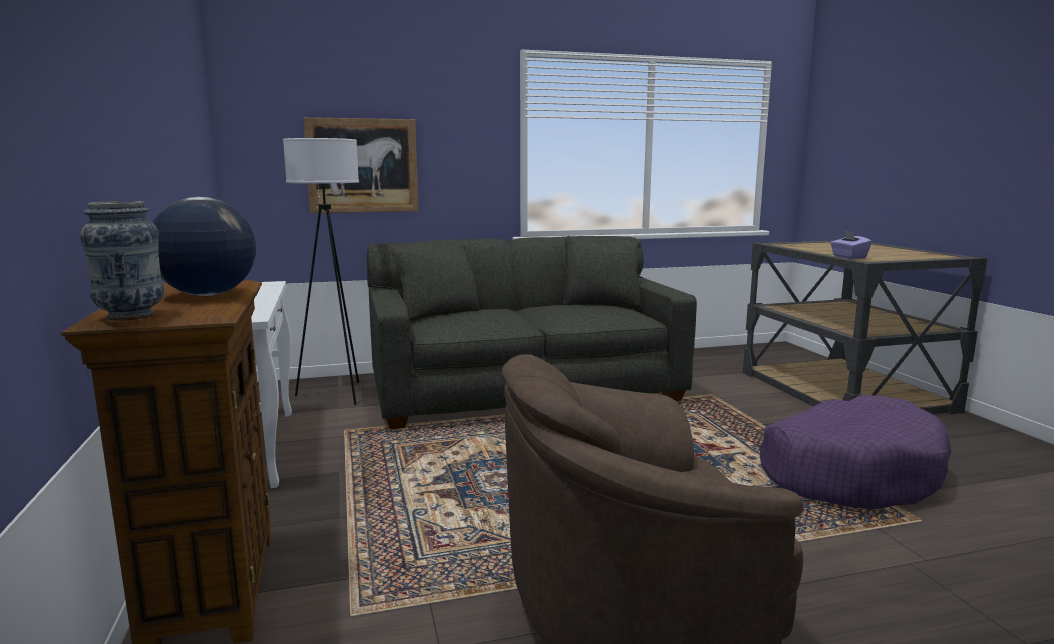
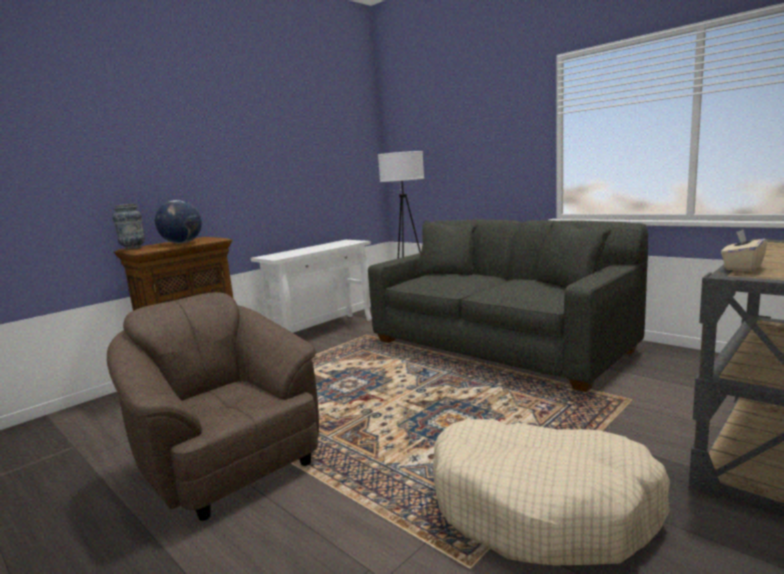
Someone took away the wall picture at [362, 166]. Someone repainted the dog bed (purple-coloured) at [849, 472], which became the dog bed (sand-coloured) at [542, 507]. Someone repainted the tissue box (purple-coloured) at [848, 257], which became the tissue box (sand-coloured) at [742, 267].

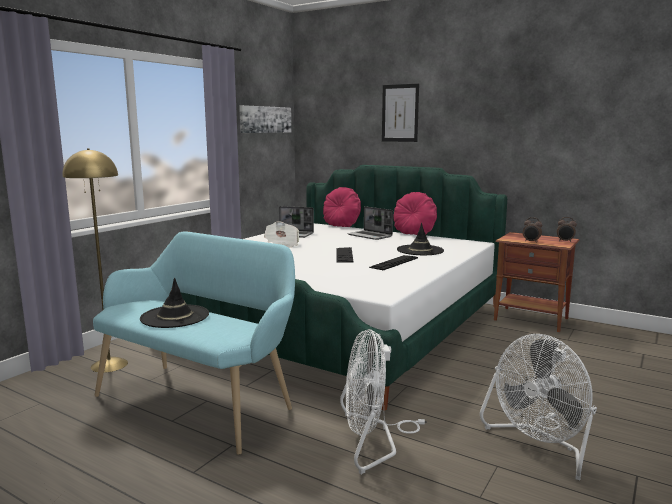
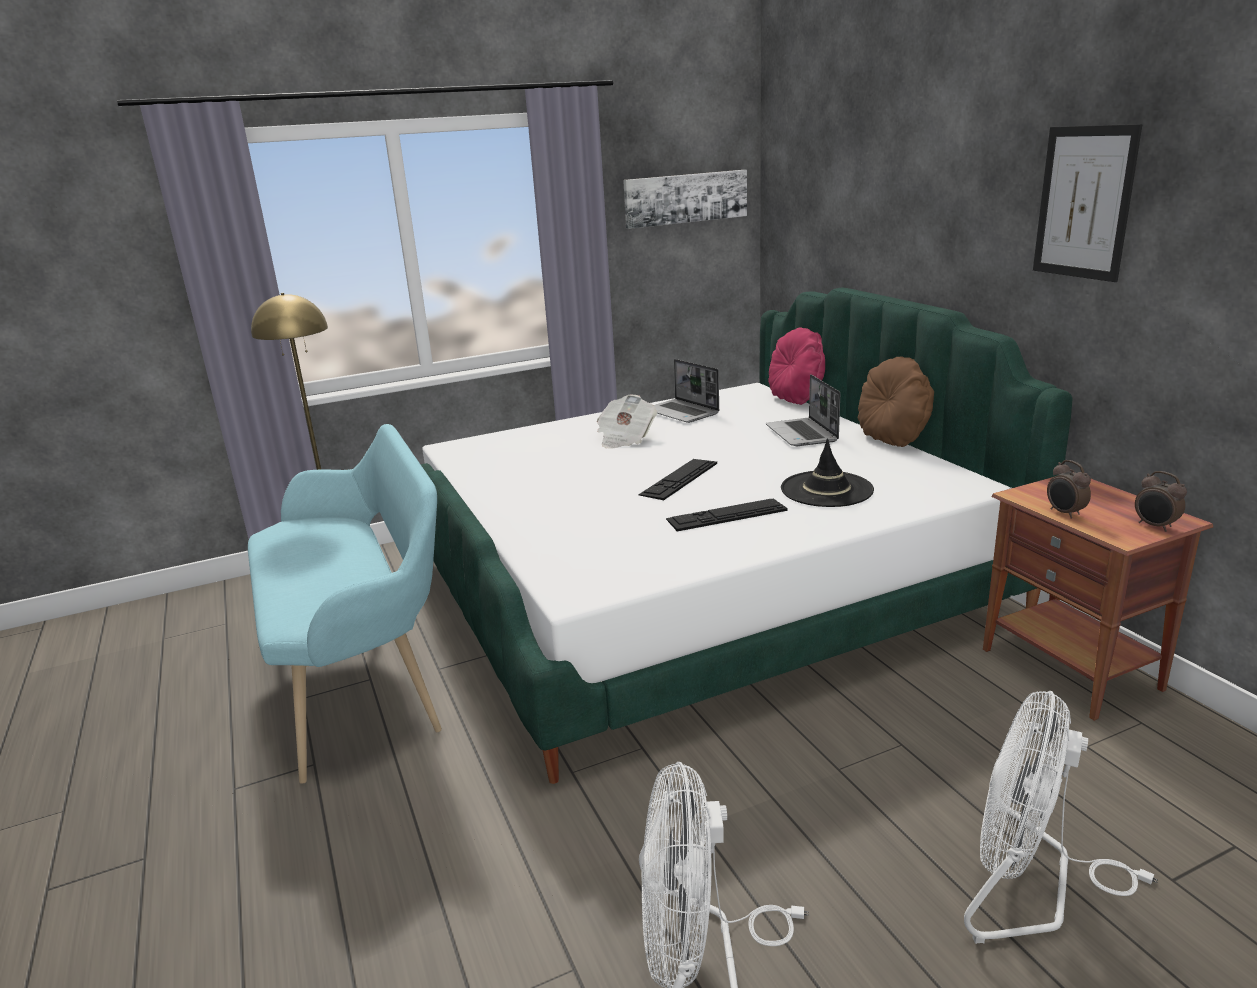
Someone took away the hat (black) at [175, 316]. Someone carried the electric fan (white) from [374, 438] to [1032, 876]. Someone carried the wall picture from [400, 113] to [1084, 203]. Someone repainted the throw pillow (pink) at [414, 234], which became the throw pillow (brown) at [892, 440].

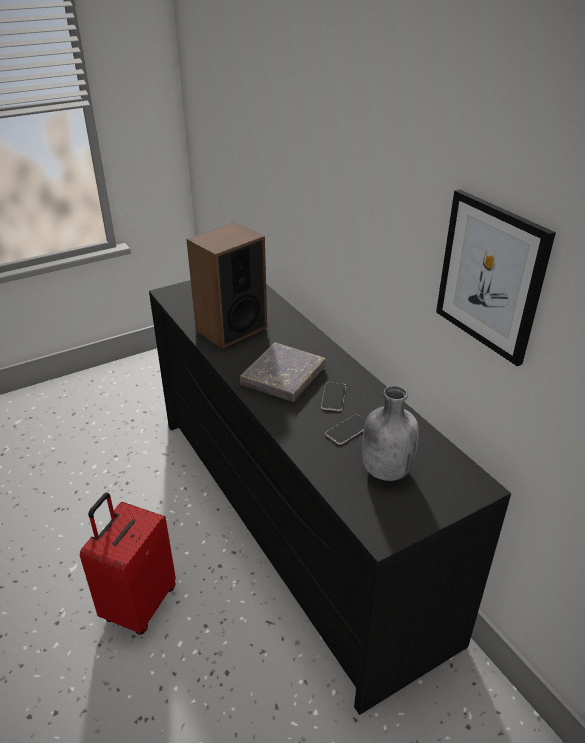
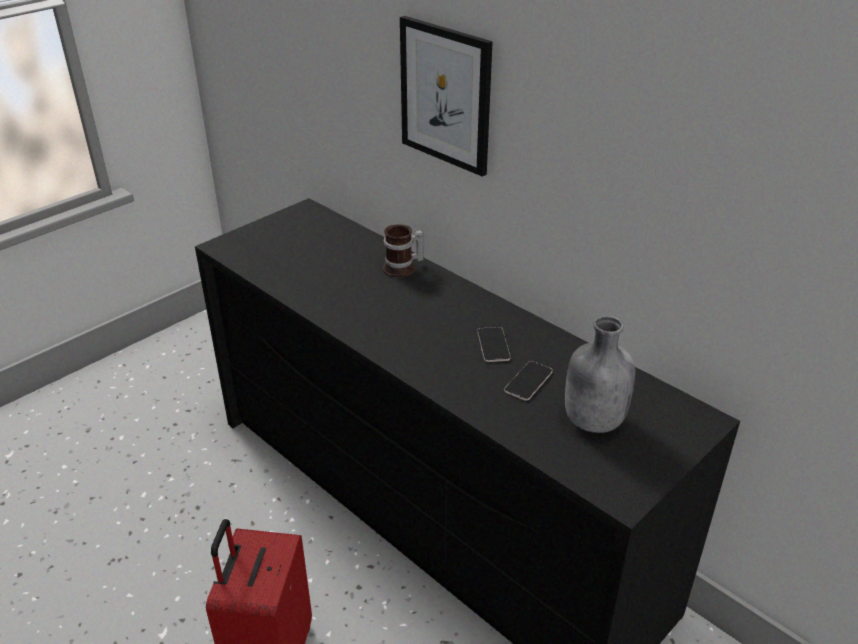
Someone took away the audio speaker at [231, 329]. Someone took away the bound book (grey) at [283, 376]. Someone put down the tea mug at [403, 269]. Someone carried the wall picture from [491, 276] to [445, 95].

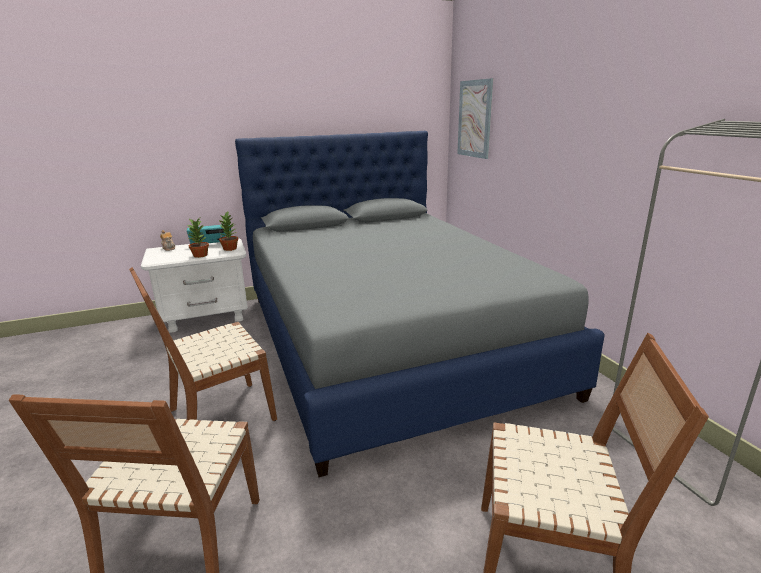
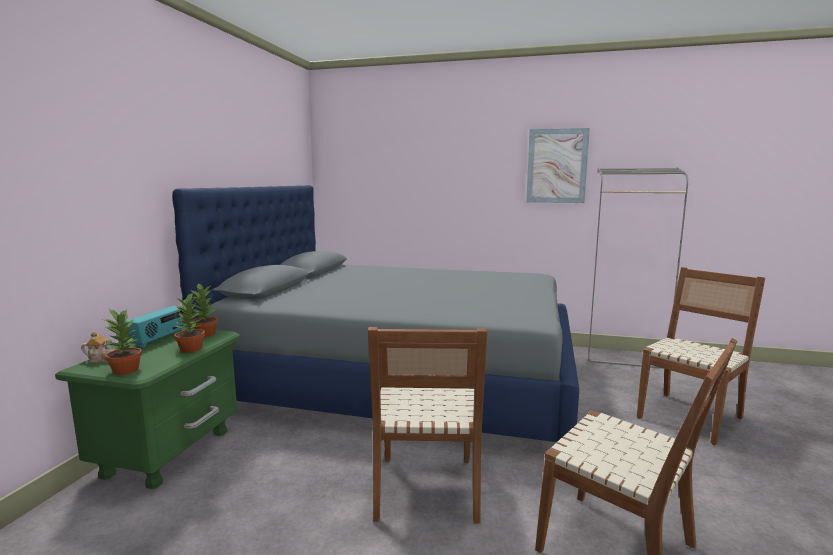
Someone put down the plant in a pot at [126, 370]. Someone carried the wall picture from [474, 119] to [557, 166]. Someone repainted the nightstand (white) at [206, 319], which became the nightstand (greenish) at [172, 452].

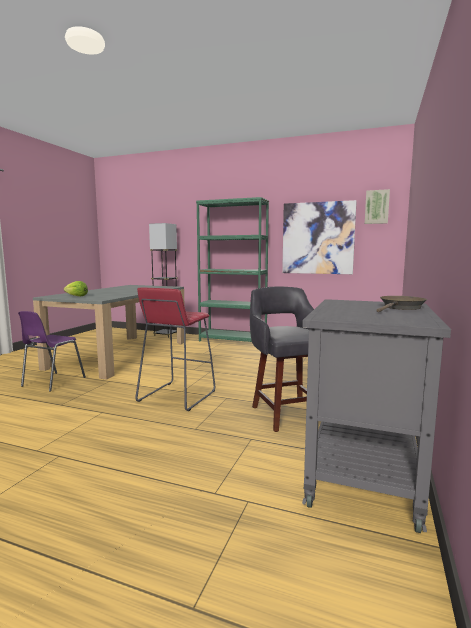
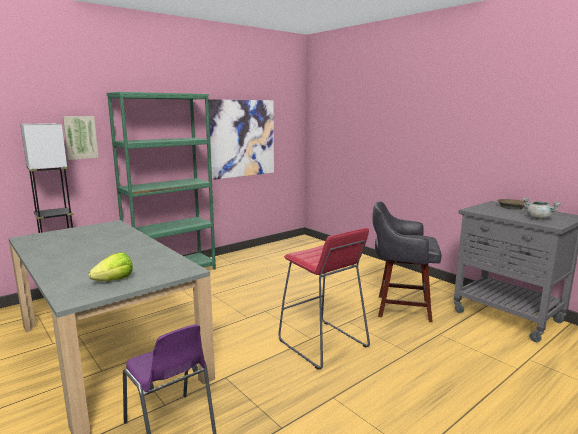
Someone put down the saucepot (grey) at [538, 218]. Someone carried the wall picture from [377, 207] to [80, 137].

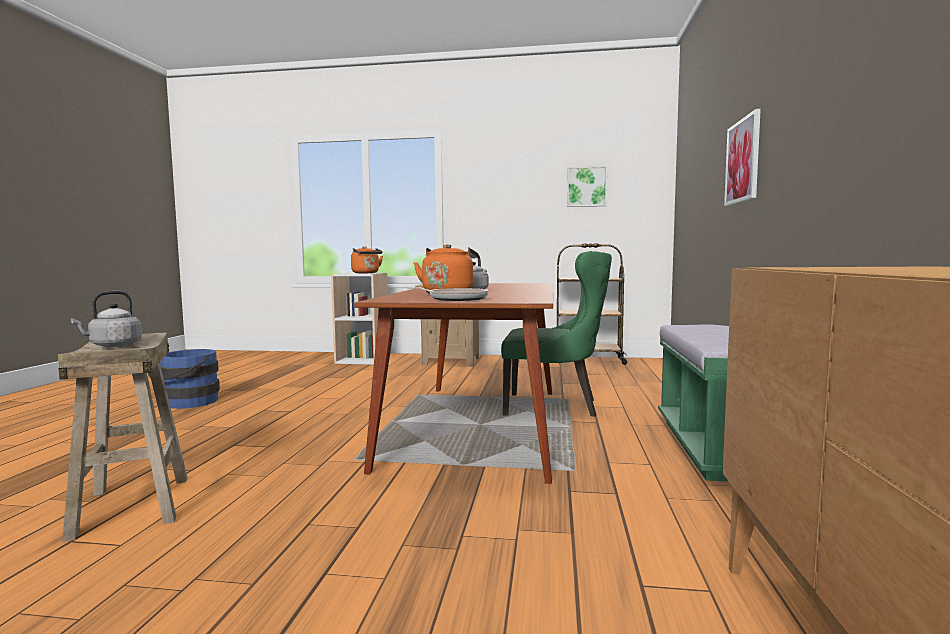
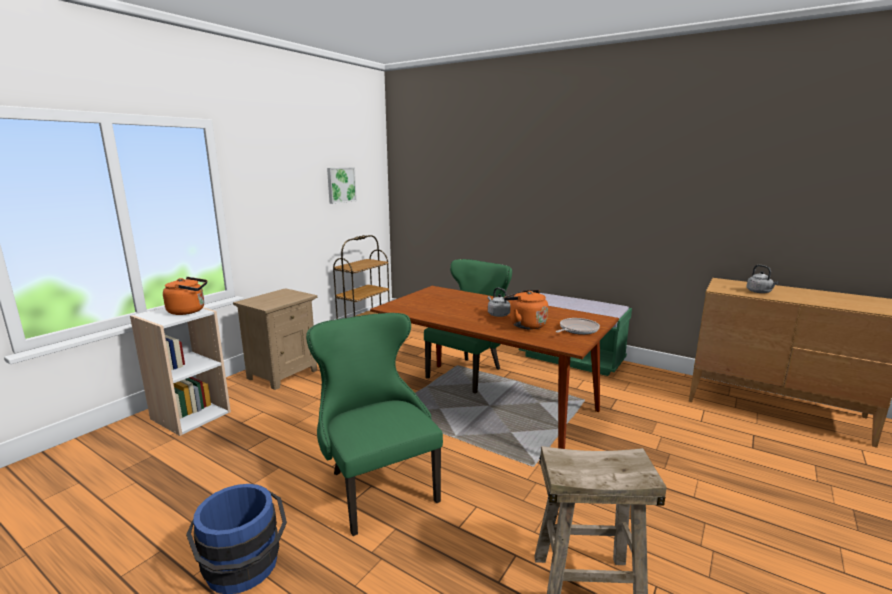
Someone took away the wall picture at [743, 161]. Someone put down the chair (greenish) at [377, 486]. Someone carried the kettle (grey) from [113, 345] to [760, 292].

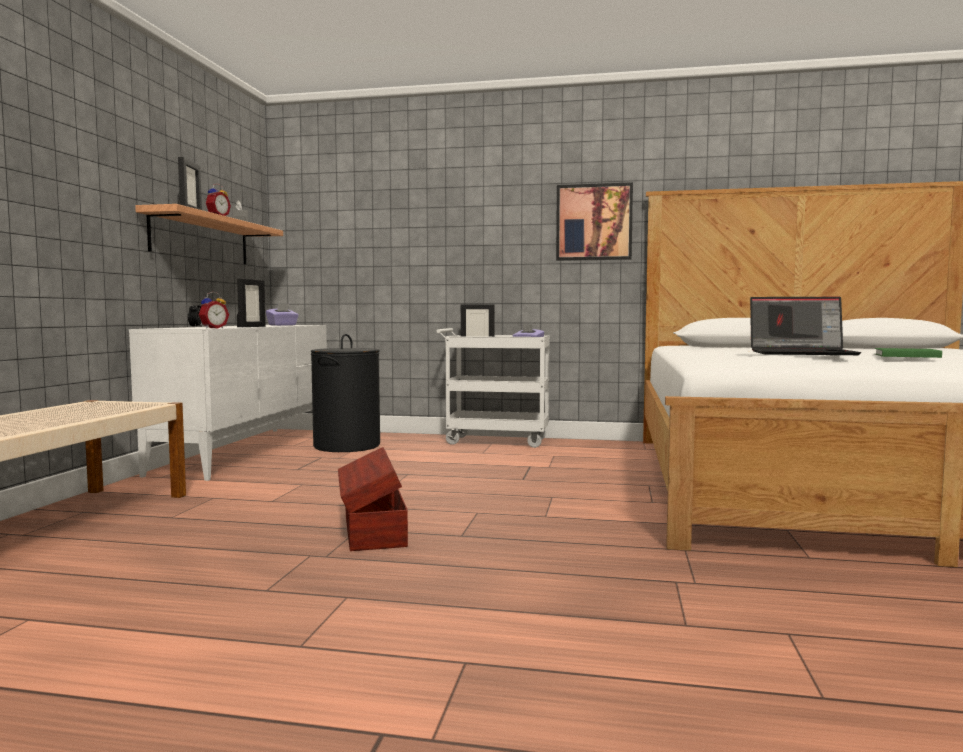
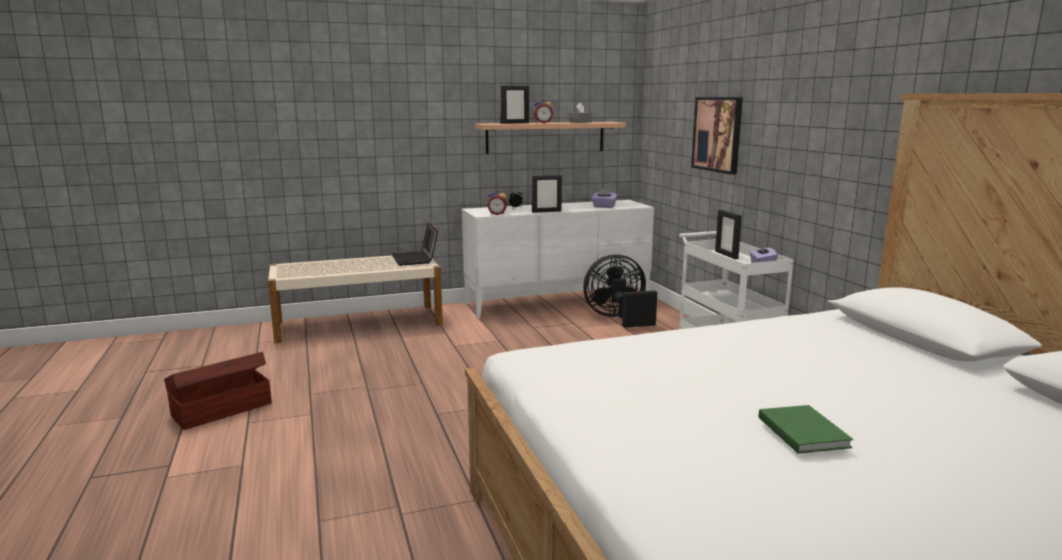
Someone carried the storage container (brown) from [372, 531] to [221, 409]. Someone carried the wall picture from [594, 222] to [717, 134]. Someone carried the laptop from [802, 353] to [415, 259]. Someone swapped the washing basket (black) at [347, 446] for the electric fan (black) at [618, 318].

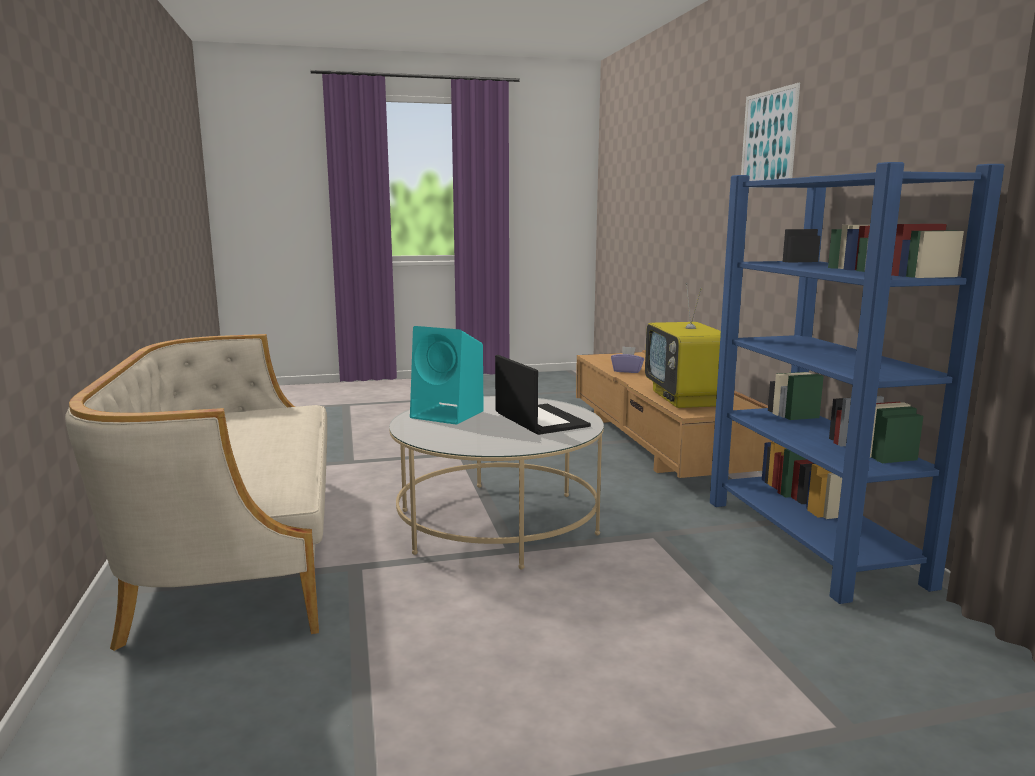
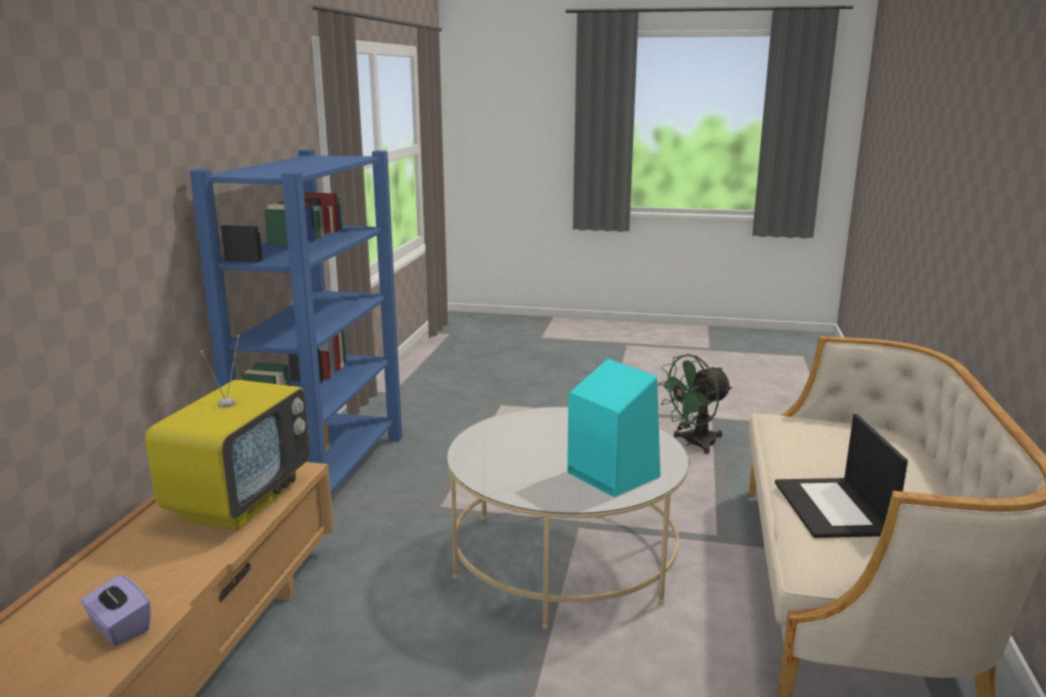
Someone took away the wall picture at [768, 139]. Someone put down the electric fan (greenish) at [693, 443]. Someone carried the laptop from [539, 420] to [833, 508].

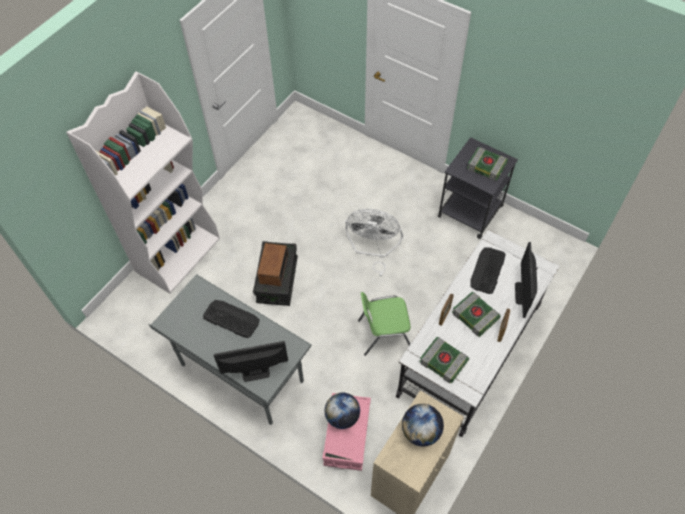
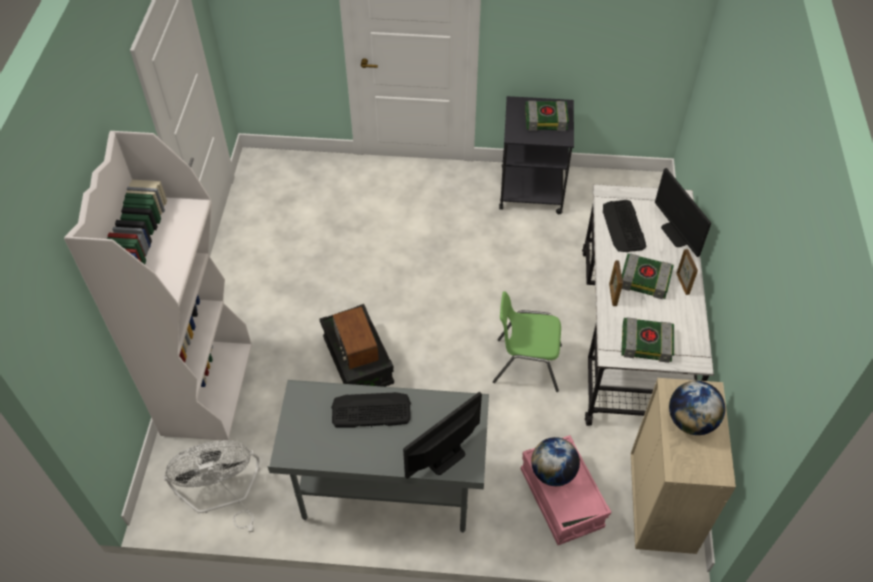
Someone carried the electric fan (white) from [373, 248] to [223, 495]. Someone rotated the chair (greenish) at [384, 334] by 45 degrees clockwise.

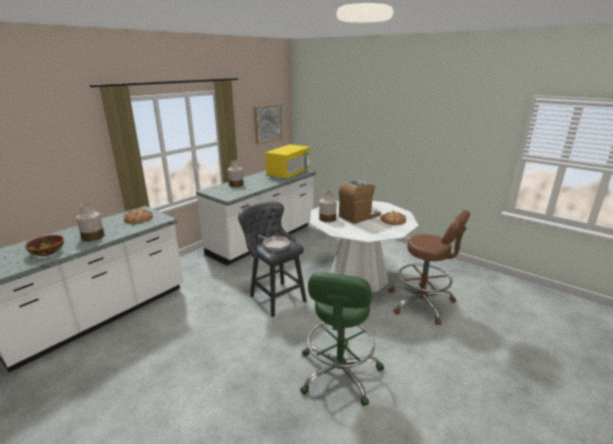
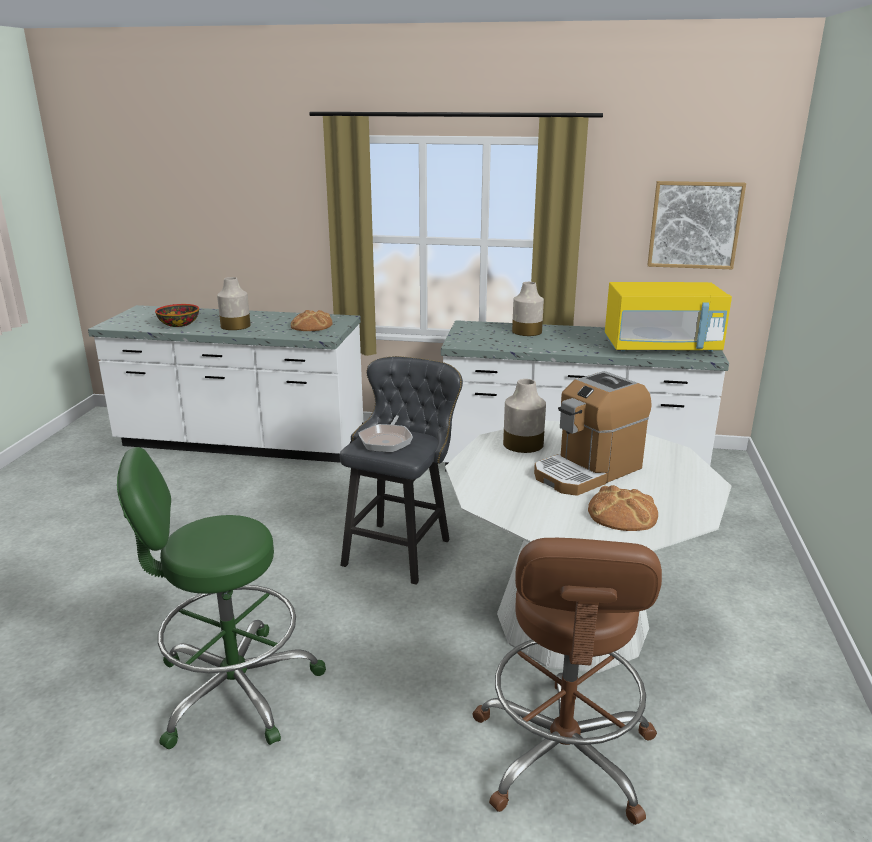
Someone rotated the coffee maker at [359, 216] by 120 degrees clockwise.

